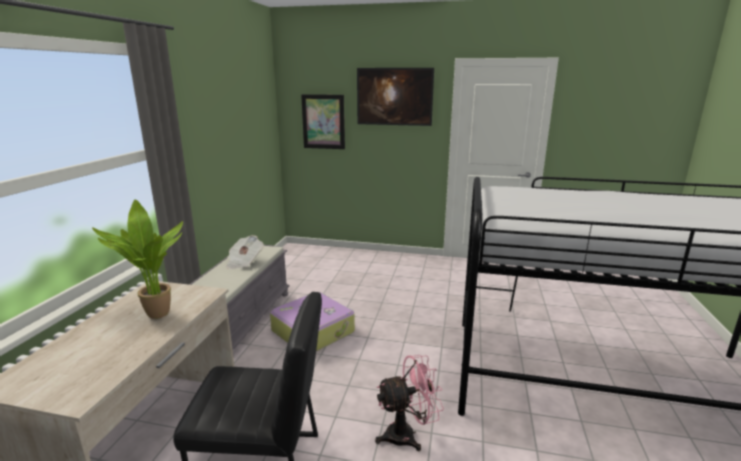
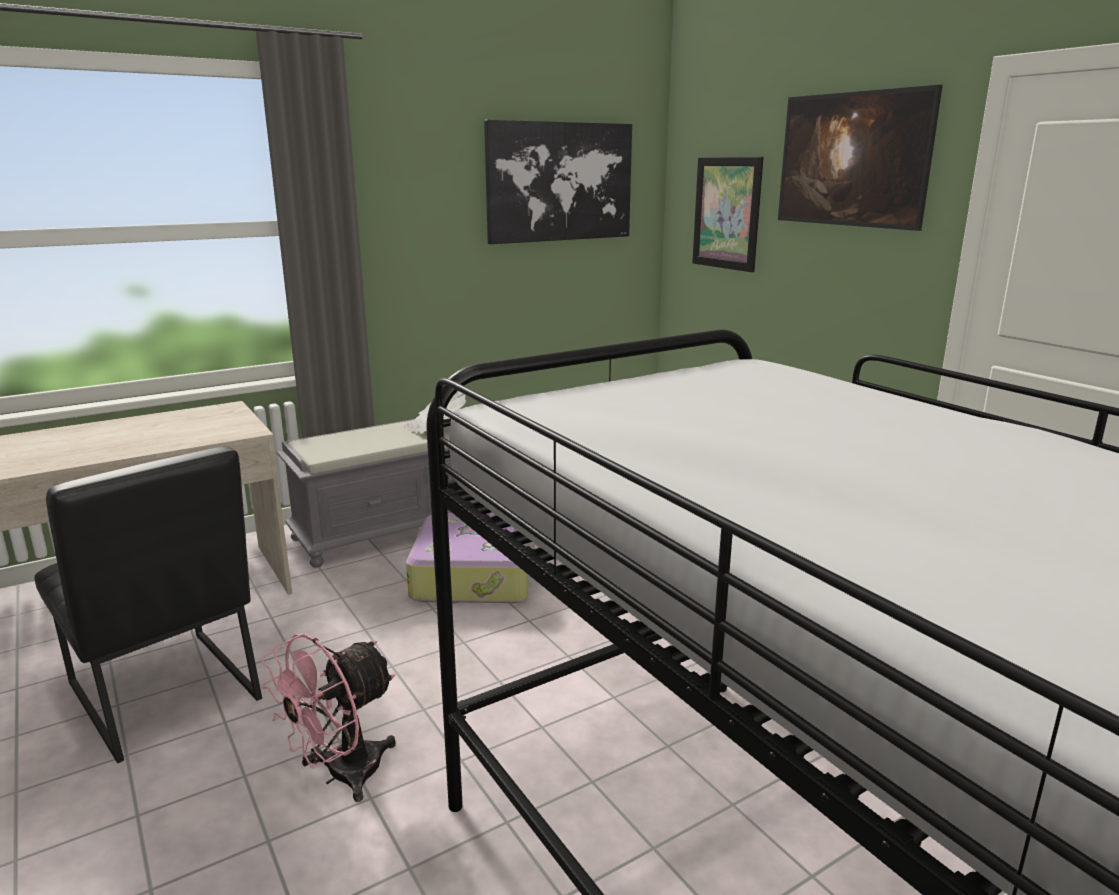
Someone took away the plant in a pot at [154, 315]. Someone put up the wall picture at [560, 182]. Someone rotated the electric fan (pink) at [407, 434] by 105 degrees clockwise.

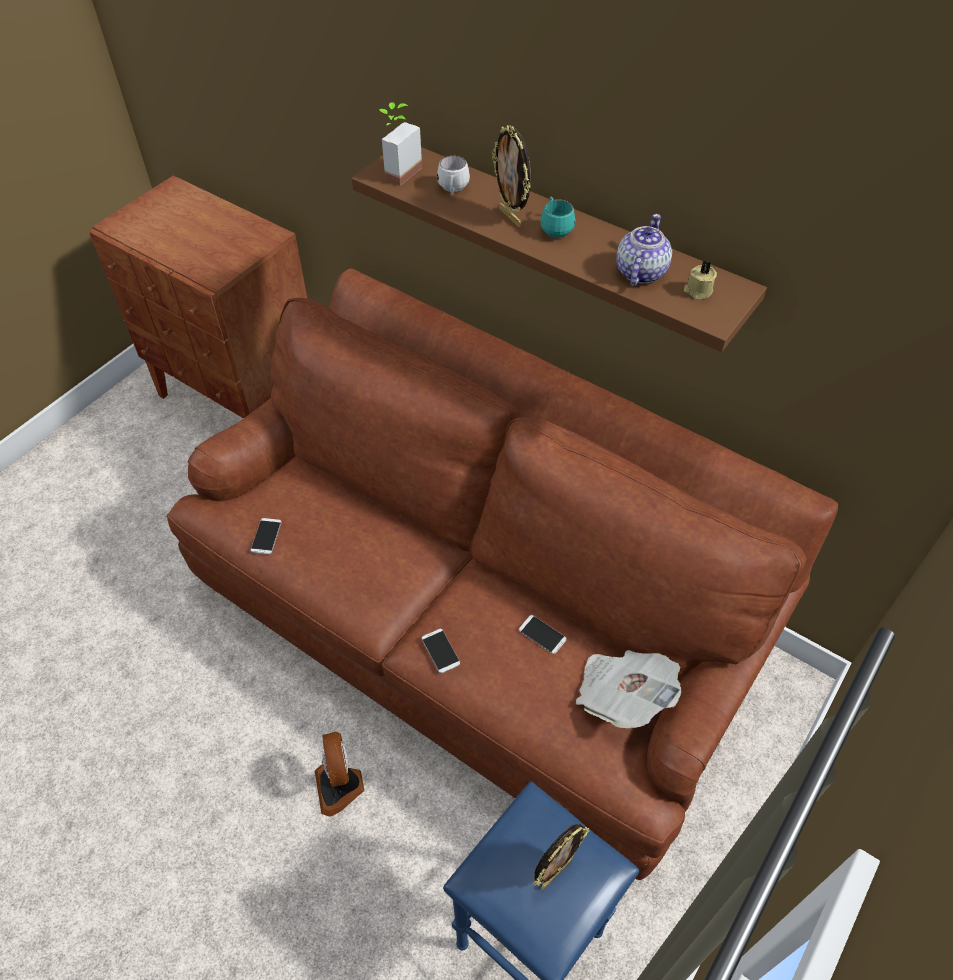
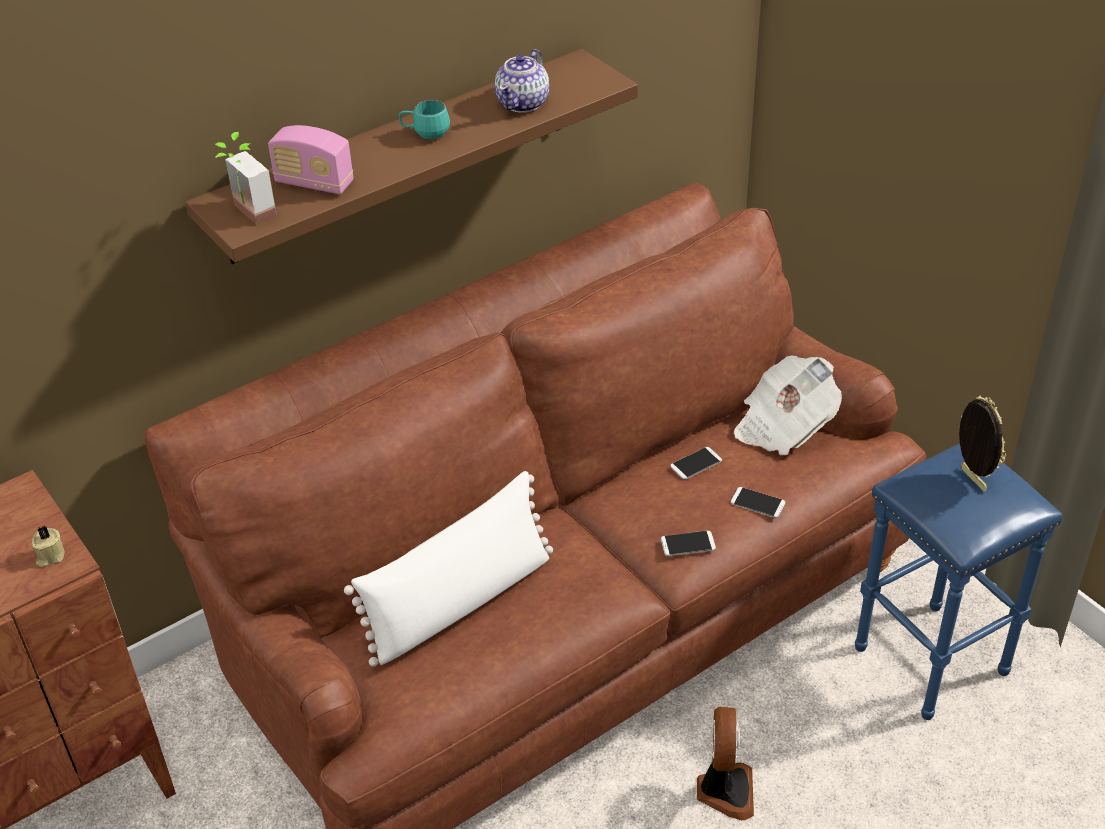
Someone took away the photo frame at [511, 217]. Someone put down the throw pillow (white) at [460, 602]. Someone carried the telephone from [266, 536] to [757, 503]. Someone carried the wax candle (sand-coloured) from [698, 291] to [50, 556]. Someone swapped the tea mug (white) at [453, 191] for the radio set at [314, 183]. Someone rotated the electric fan at [340, 786] by 90 degrees counterclockwise. Someone rotated the teapot at [640, 272] by 105 degrees counterclockwise.

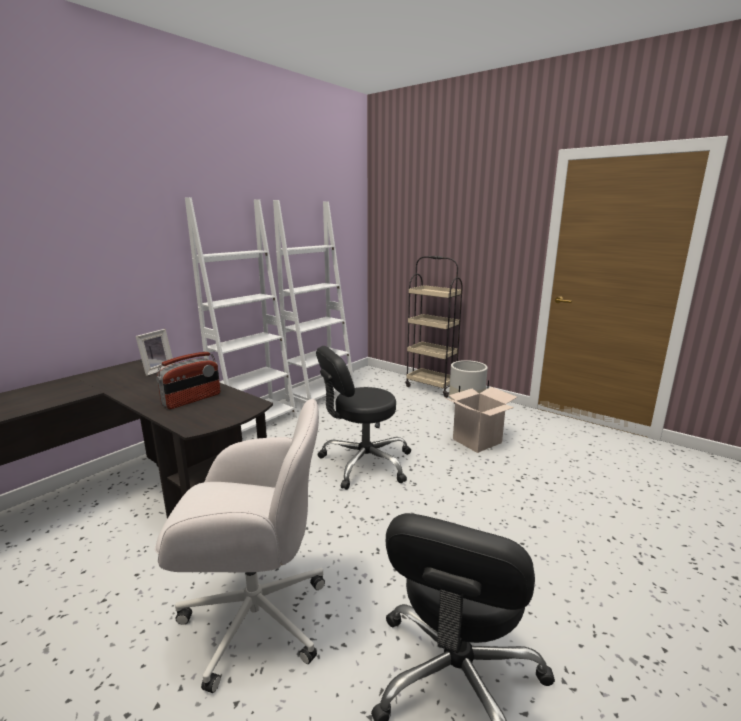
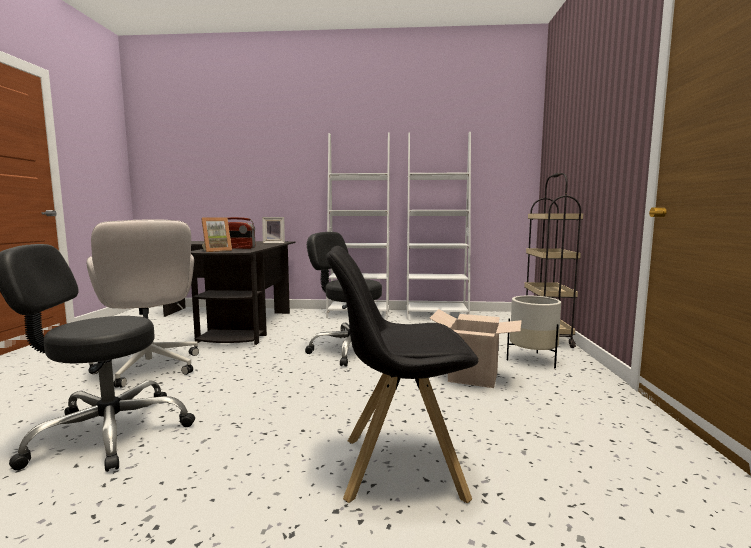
Someone put down the photo frame at [216, 251]. Someone put down the chair (black) at [401, 466].

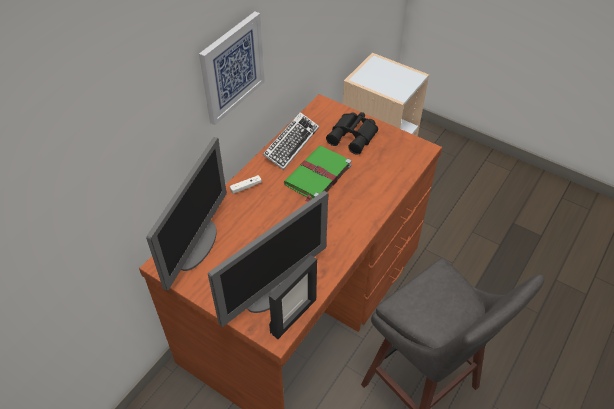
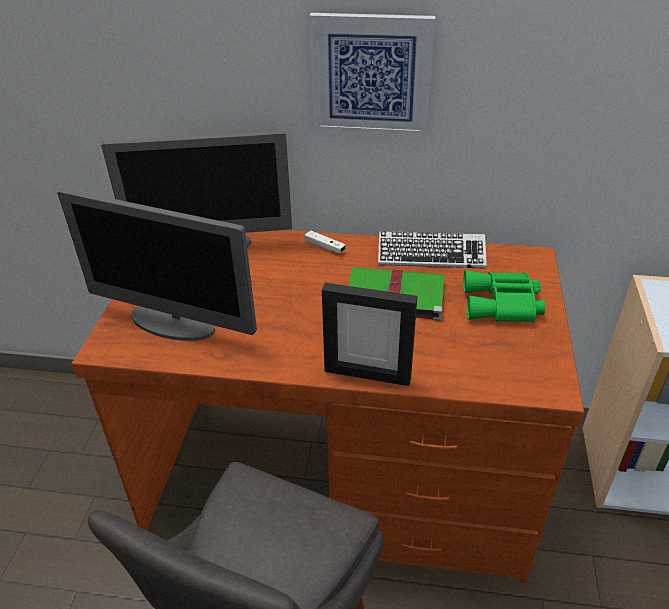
Someone carried the photo frame from [293, 316] to [367, 373]. Someone repainted the pair of binoculars (black) at [354, 136], which became the pair of binoculars (greenish) at [503, 305].

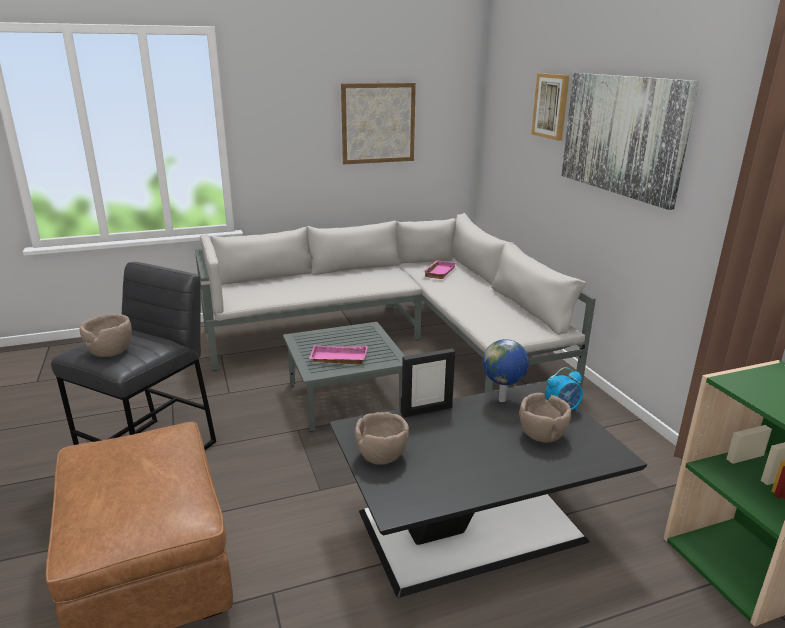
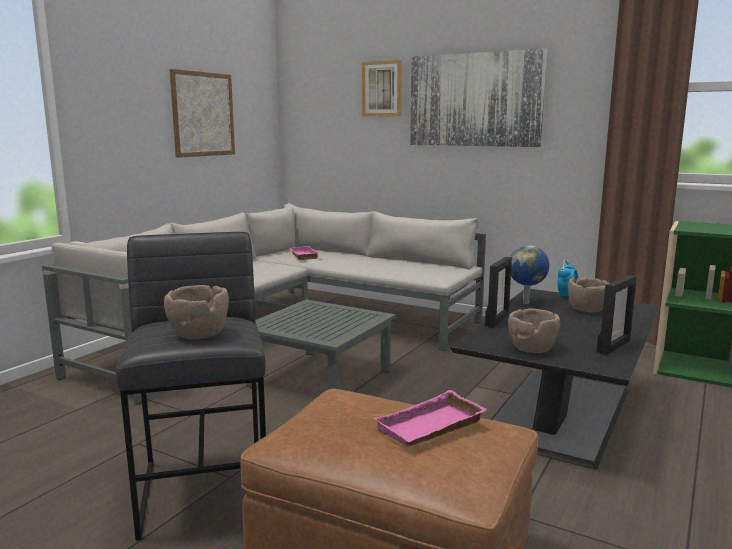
Someone put down the photo frame at [613, 346]. Someone carried the tray (pink) from [337, 359] to [431, 428].

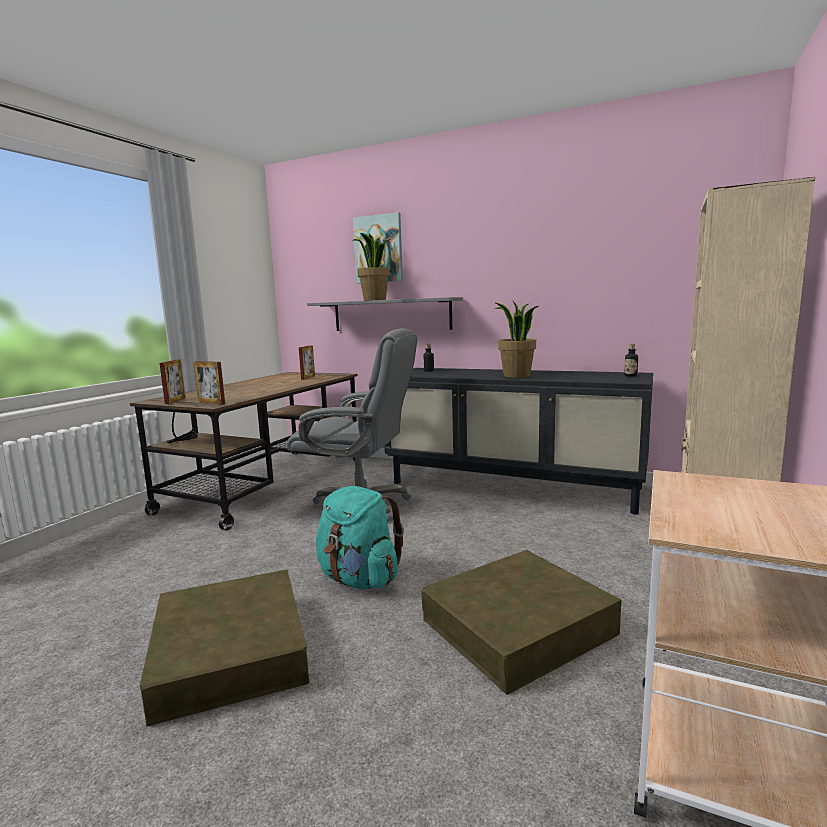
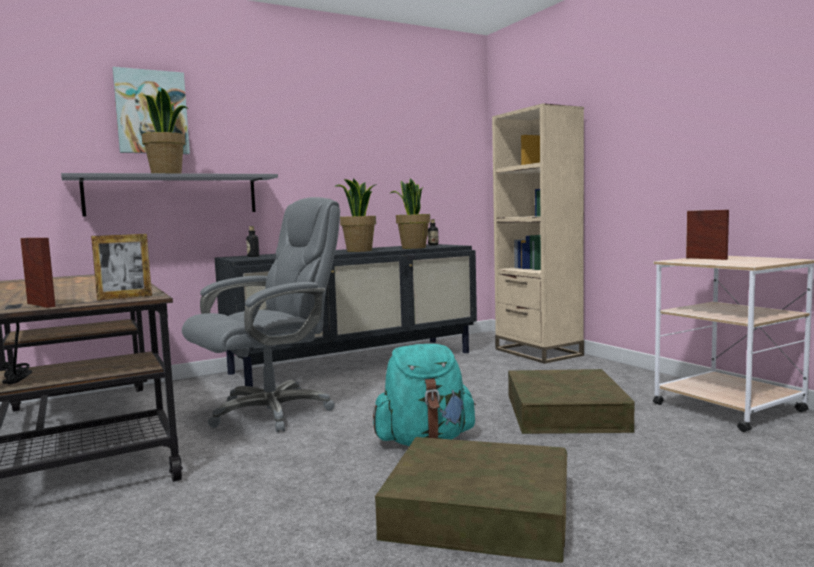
Someone put down the plant in a pot at [413, 248]. Someone carried the photo frame from [308, 377] to [706, 258].

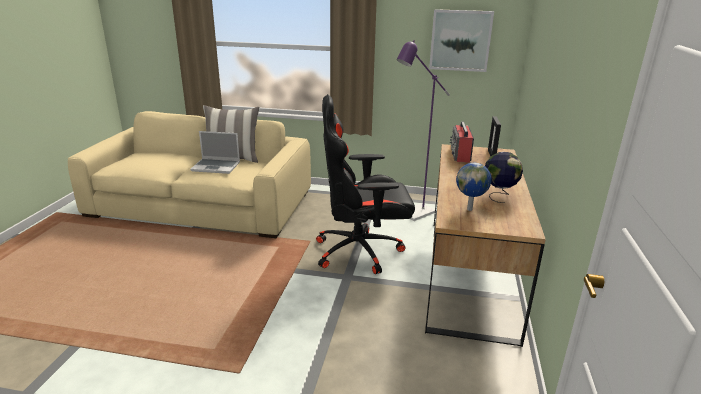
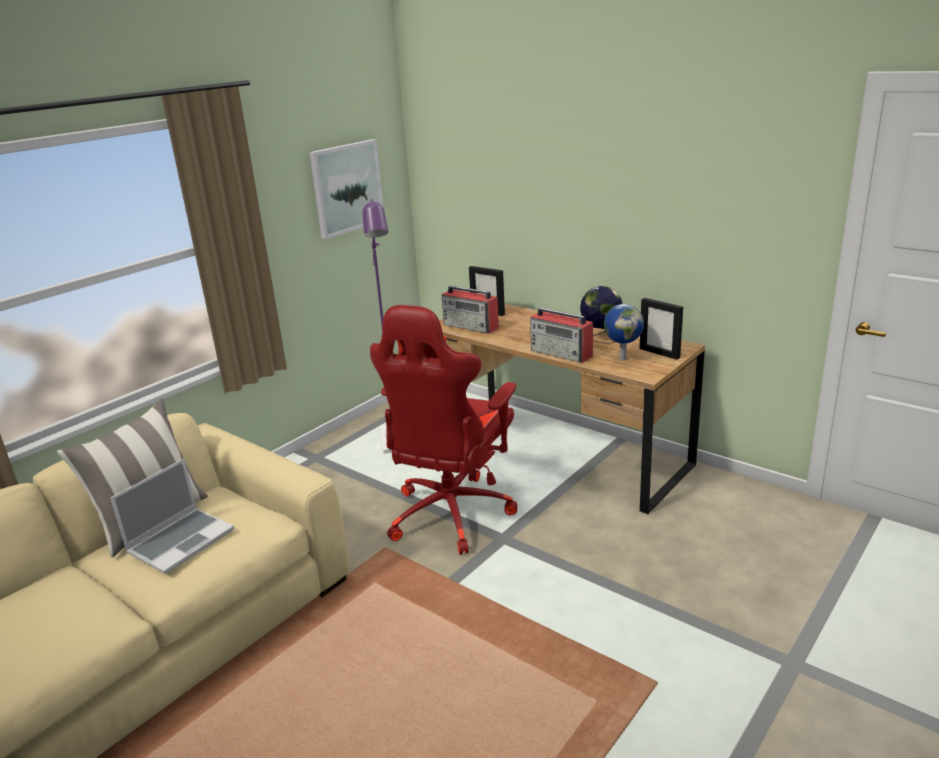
Someone put down the radio set at [562, 353]. Someone put down the photo frame at [660, 353]. Someone repainted the desk chair (black) at [364, 252], which became the desk chair (red) at [455, 508].

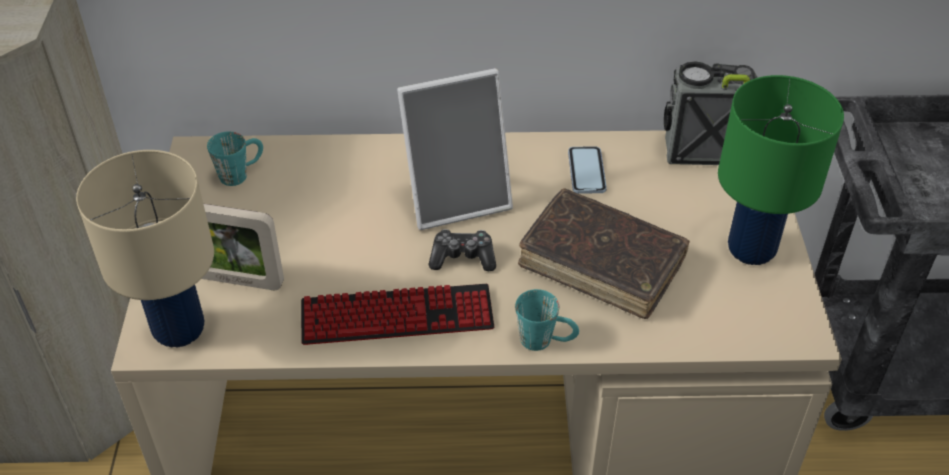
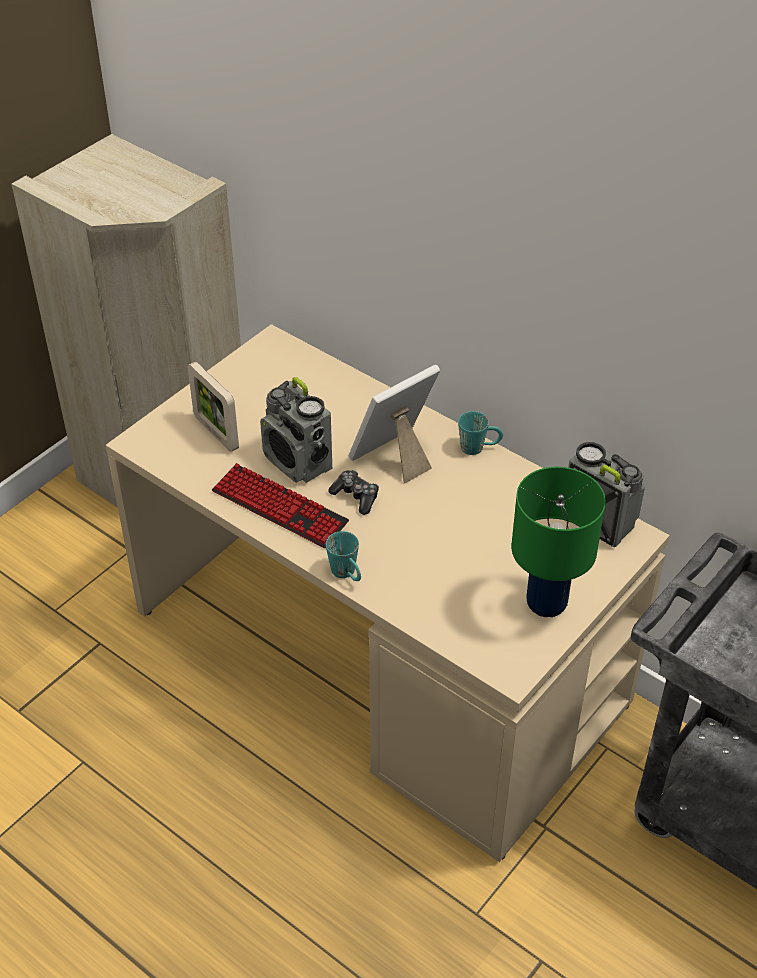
Someone took away the tabletop lamp (sand-coloured) at [180, 332]. Someone took away the bound book (brown) at [602, 263]. Someone took away the telephone at [586, 171]. Someone put down the radio set at [298, 463]. Someone carried the tea mug (turquoise-coloured) from [241, 173] to [479, 447]. Someone rotated the photo frame at [456, 197] by 120 degrees clockwise.

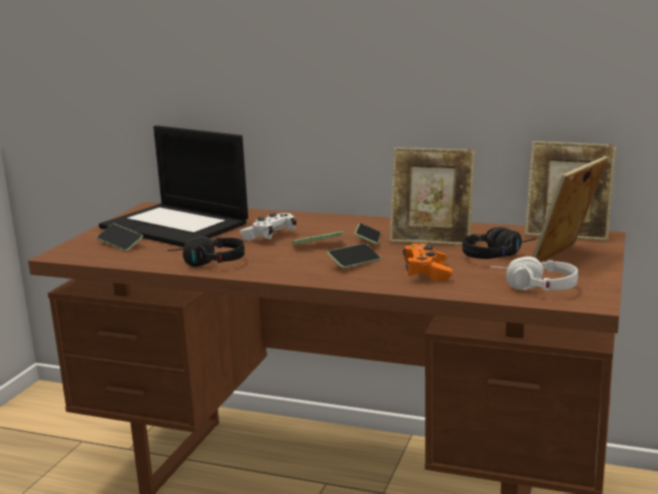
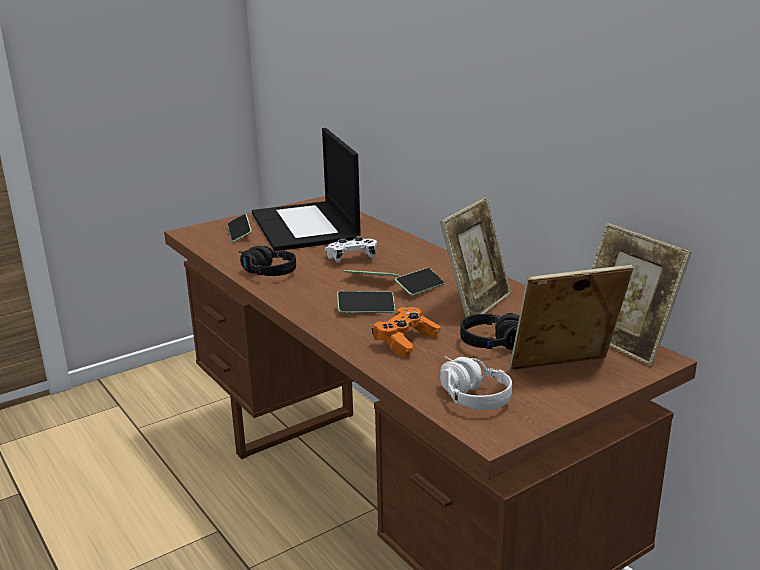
Someone rotated the photo frame at [431, 239] by 105 degrees counterclockwise.

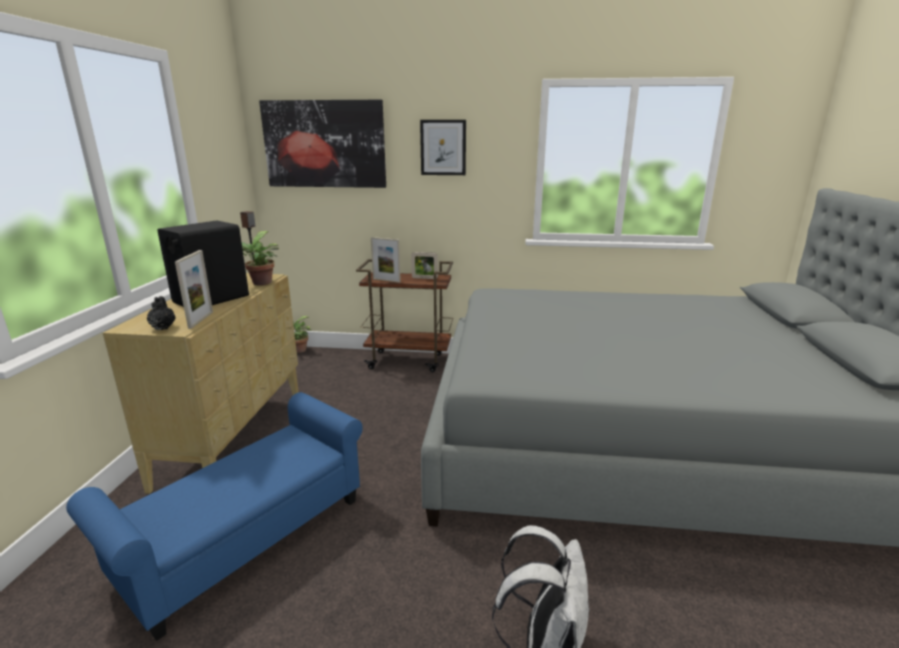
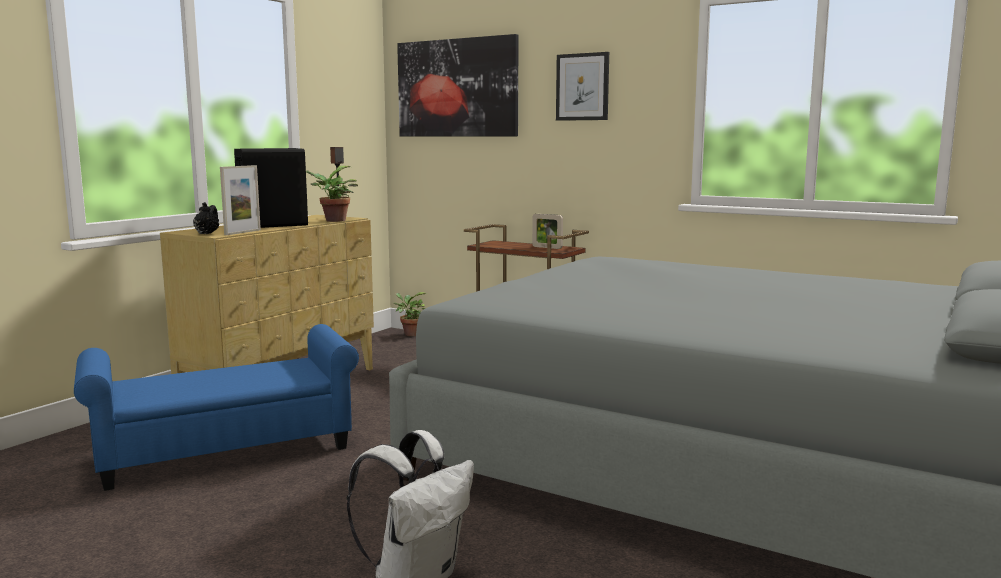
Someone took away the photo frame at [386, 280].

